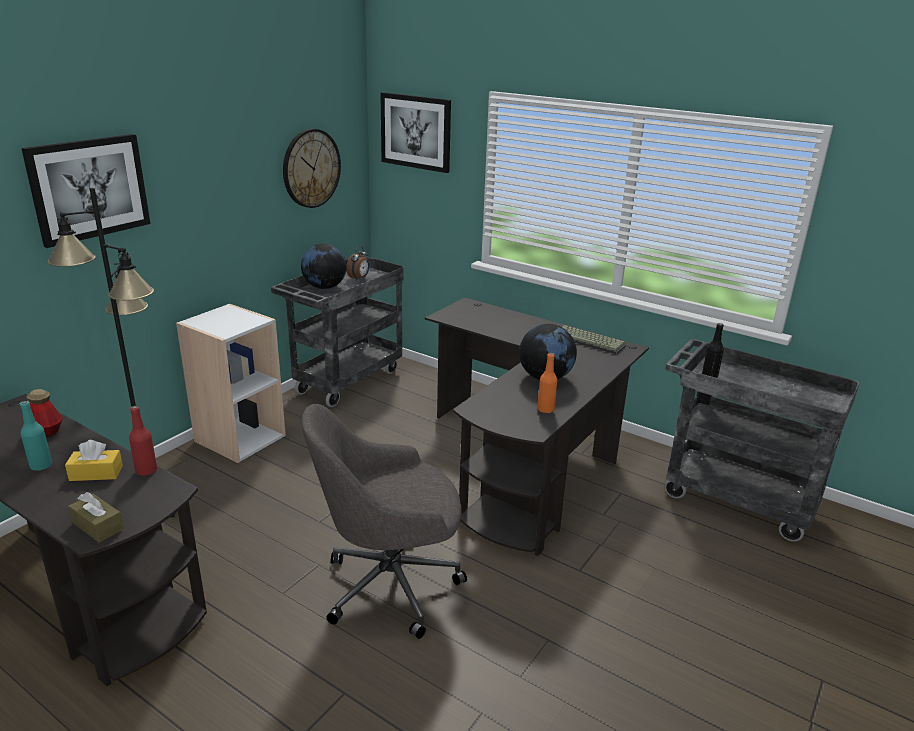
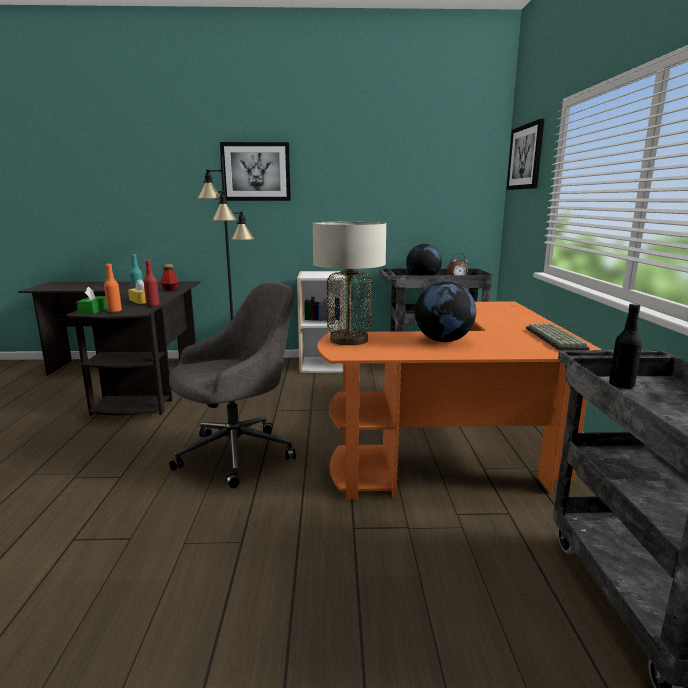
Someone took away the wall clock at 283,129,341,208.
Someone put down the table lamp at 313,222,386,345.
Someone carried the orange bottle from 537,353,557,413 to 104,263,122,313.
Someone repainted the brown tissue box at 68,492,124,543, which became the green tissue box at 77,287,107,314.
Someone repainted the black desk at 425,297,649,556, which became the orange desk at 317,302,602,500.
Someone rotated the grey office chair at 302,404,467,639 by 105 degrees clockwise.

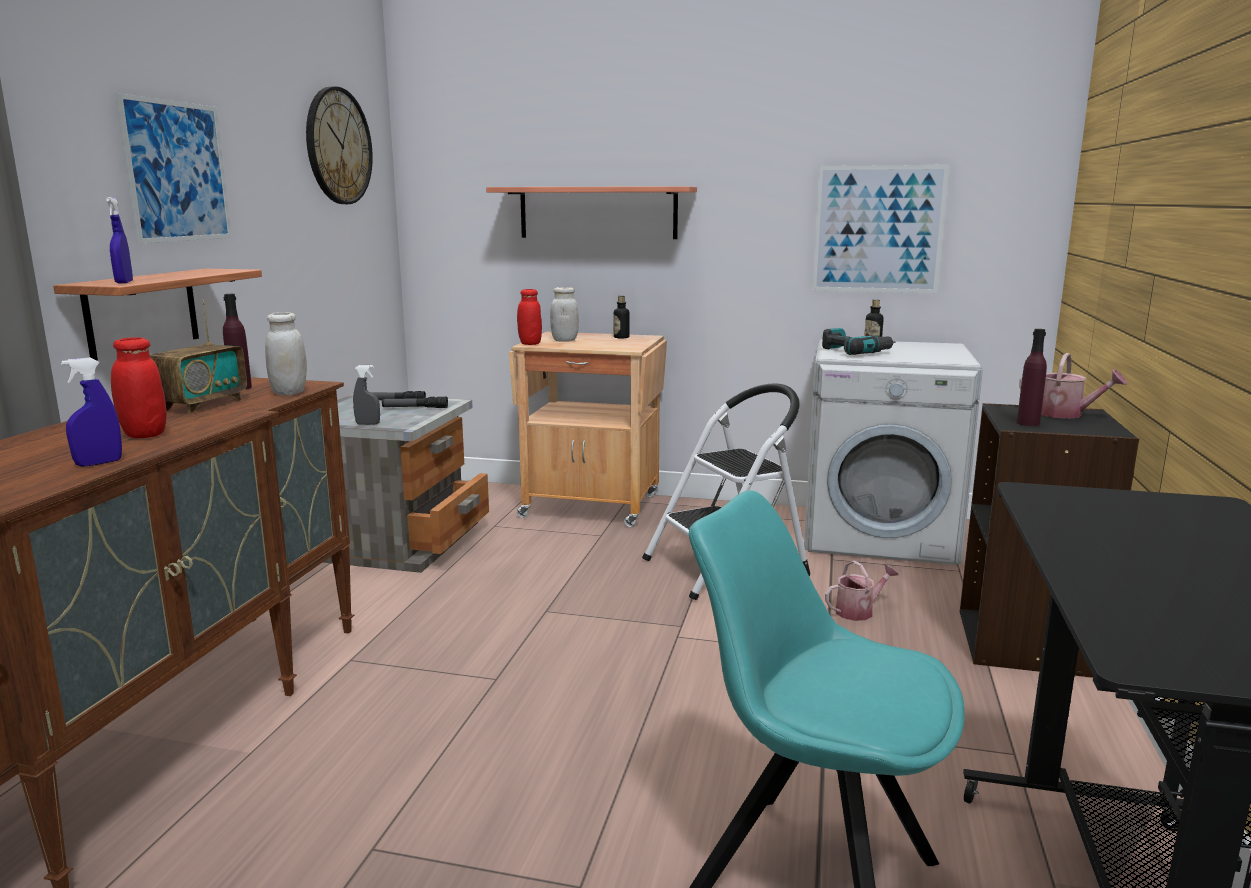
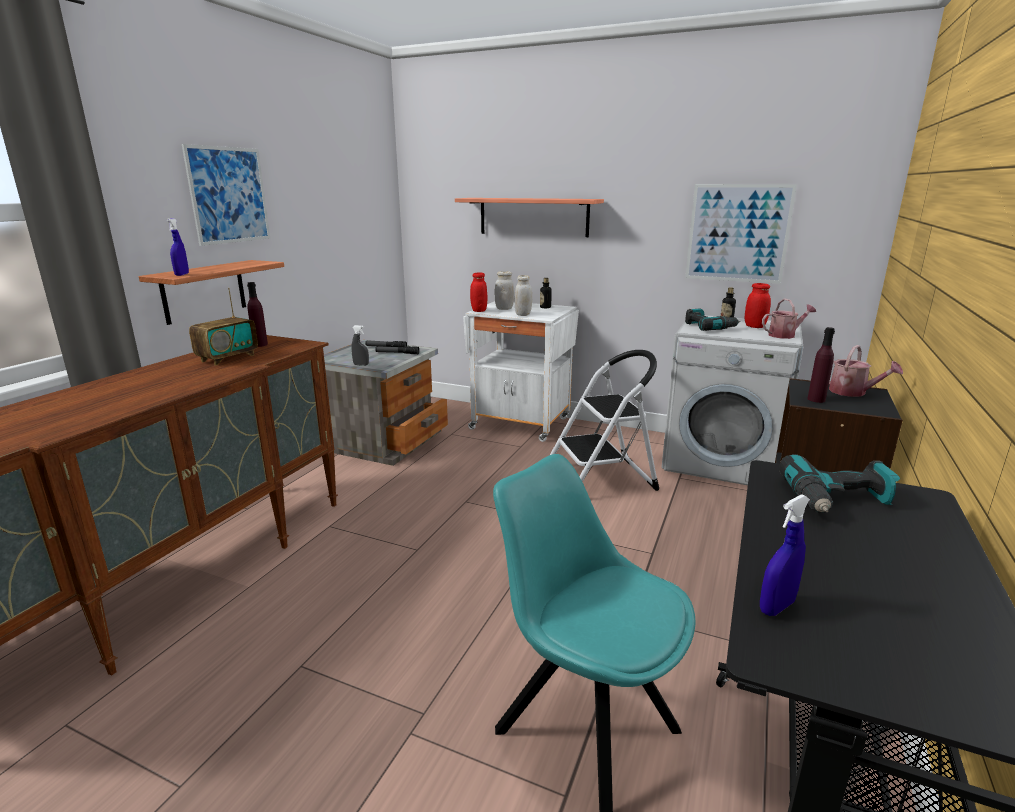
Someone took away the wall clock at 306,86,373,204.
Someone put down the power drill at 779,454,900,513.
Someone carried the blue spray bottle from 61,358,122,467 to 760,494,810,616.
Someone carried the red jar from 111,337,167,438 to 745,283,771,328.
Someone carried the white jar from 265,312,307,395 to 515,275,532,316.
Someone carried the watering can from 825,560,899,621 to 762,299,816,339.
Someone repainted the brown cart at 509,332,667,527, which became the white cart at 463,301,579,442.

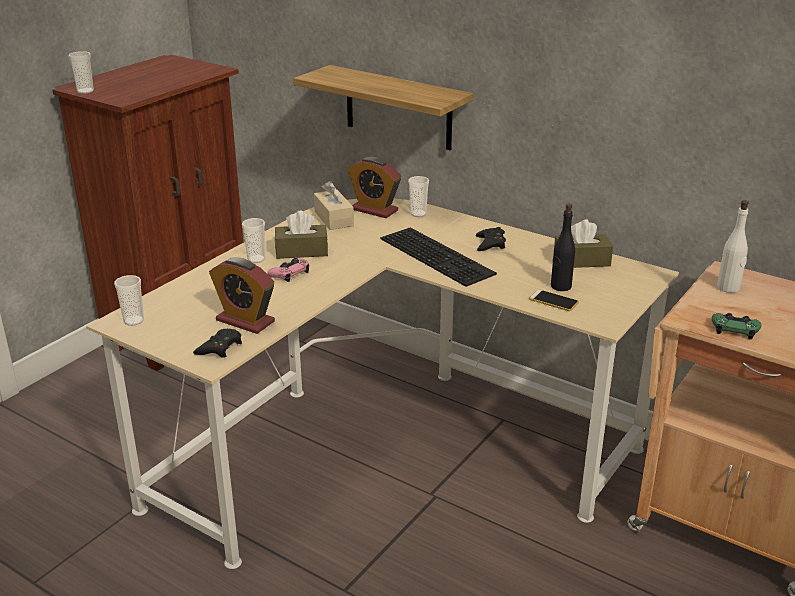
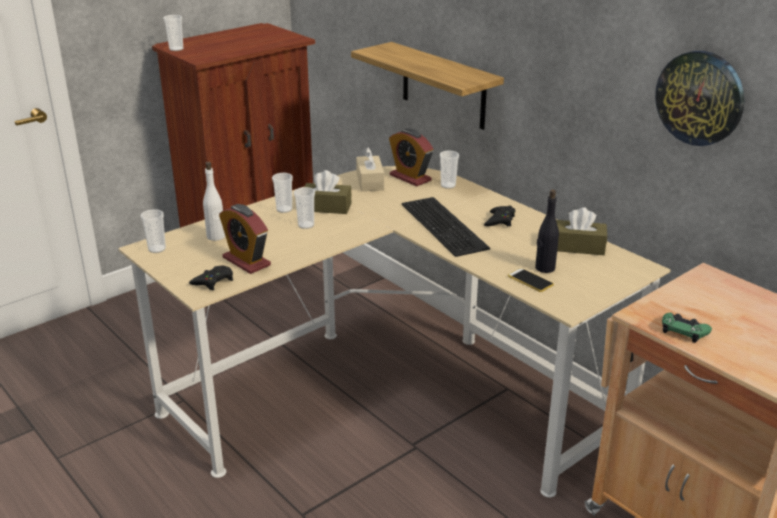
Someone put up the wall clock at 655,51,745,146.
Someone carried the white bottle from 717,200,749,293 to 203,162,225,241.
Someone swapped the pink game controller at 267,257,309,282 for the cup at 294,187,315,229.

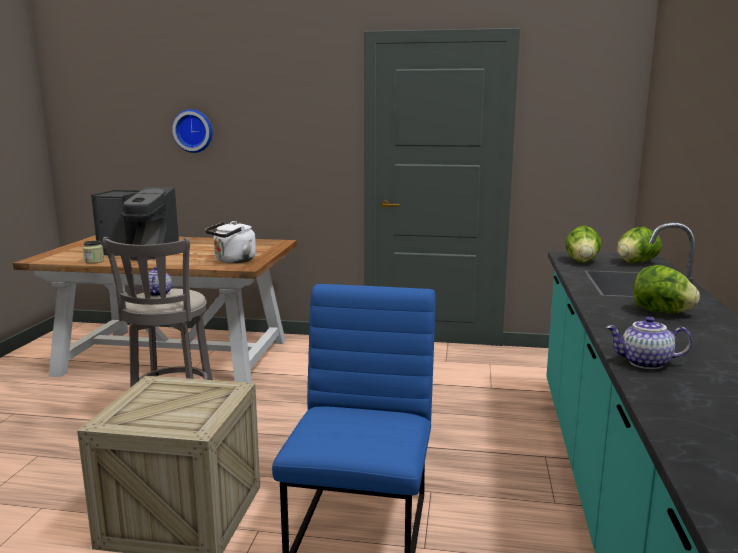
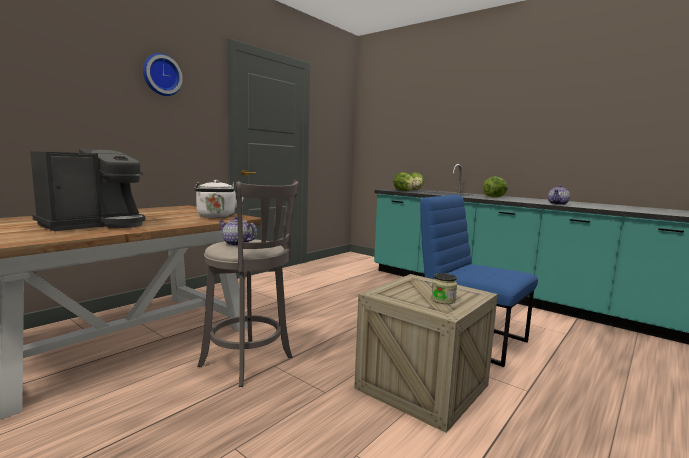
Someone carried the jar from 83,240,104,263 to 431,273,457,304.
Someone carried the wall clock from 172,109,213,153 to 143,53,183,96.

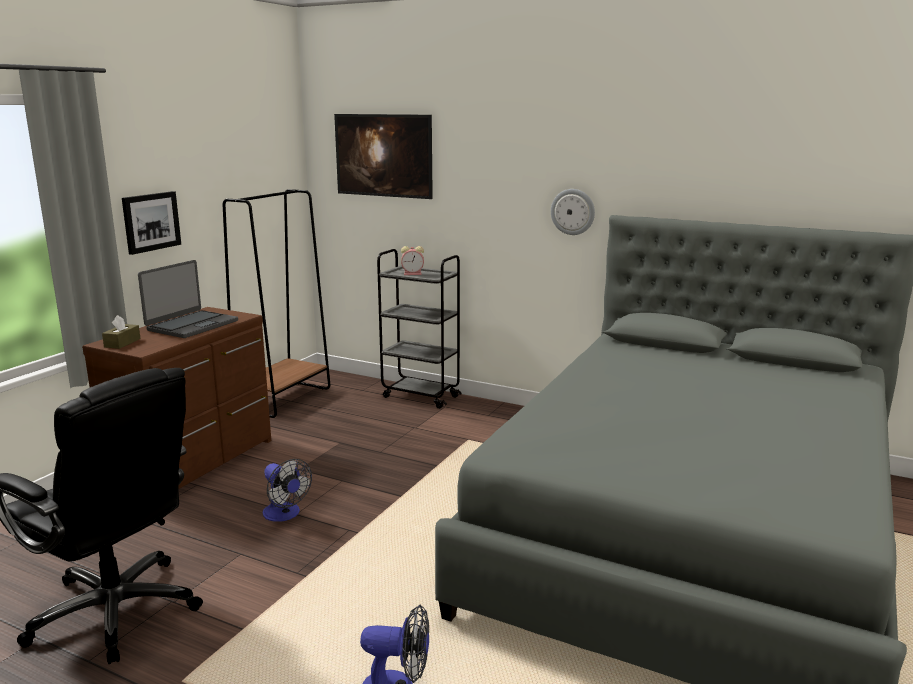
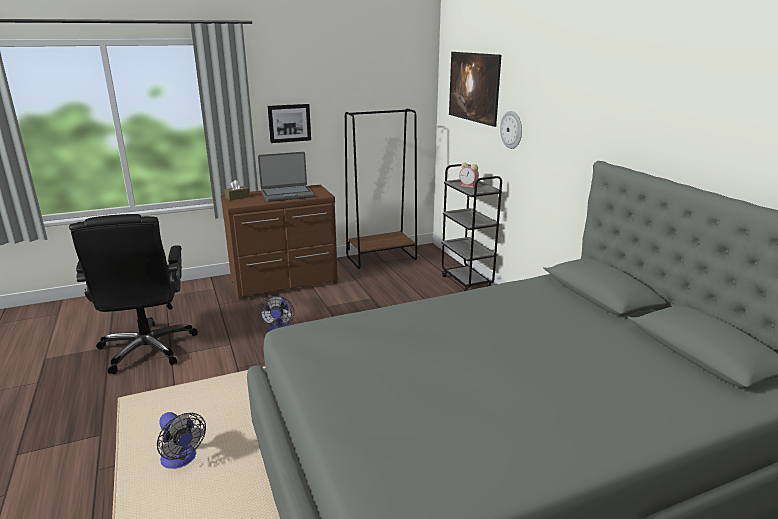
Someone carried the wall clock from 551,189,595,235 to 500,111,522,149.

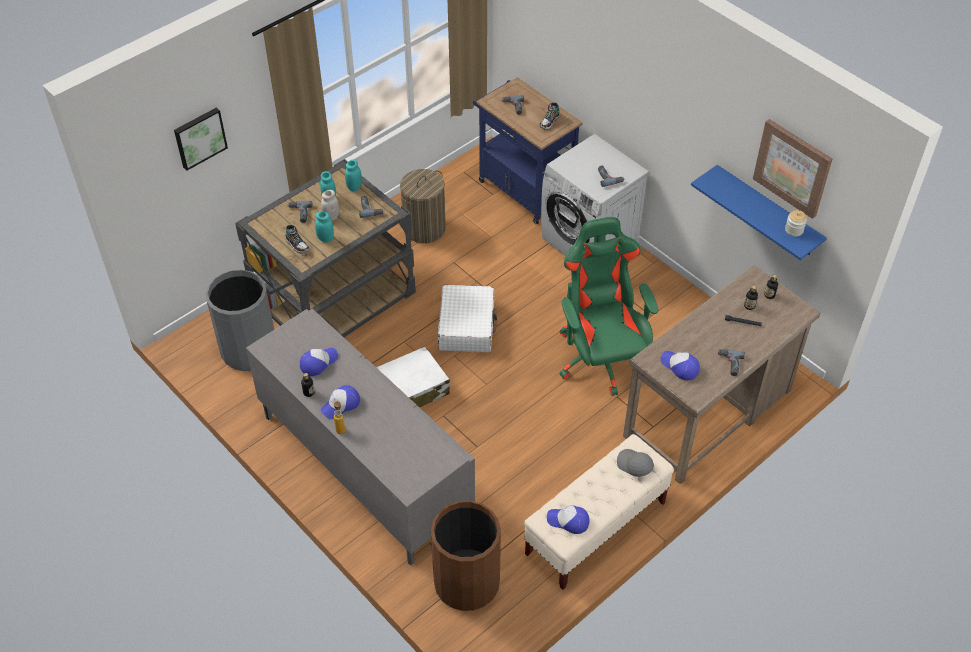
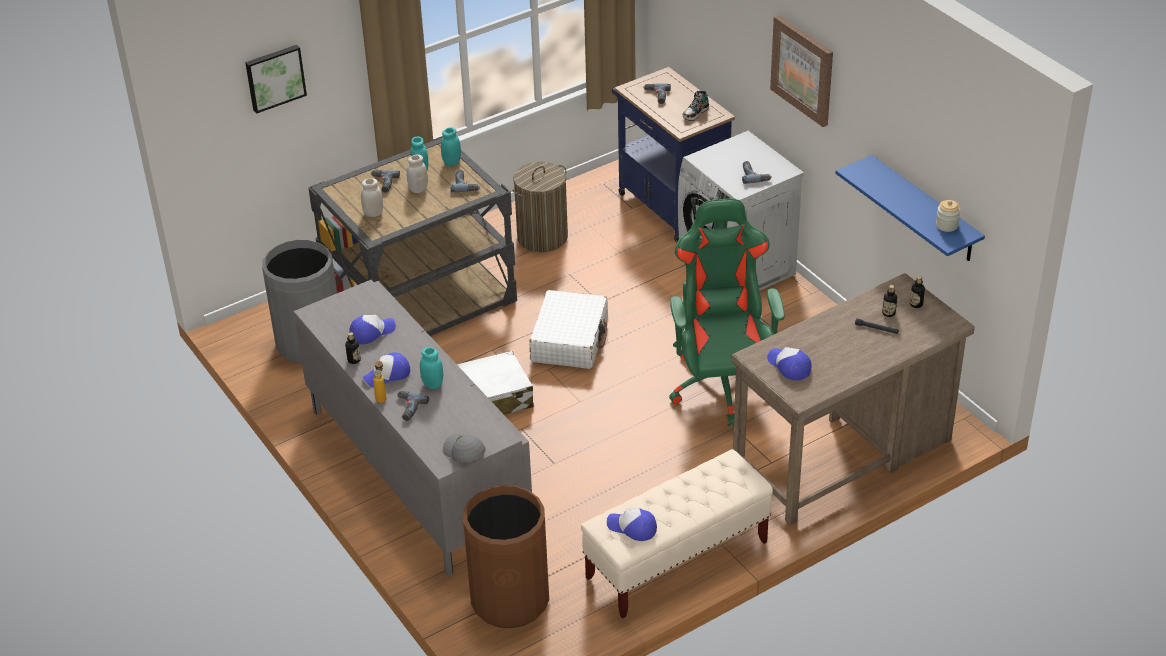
Someone carried the turquoise jar from 315,211,334,243 to 420,347,443,389.
Someone carried the grey cap from 617,449,654,477 to 443,434,486,462.
Someone carried the power drill from 717,349,745,376 to 397,391,429,421.
Someone carried the picture from 753,119,832,219 to 770,15,833,127.
Someone swapped the shoe at 285,225,309,253 for the white jar at 361,178,383,217.

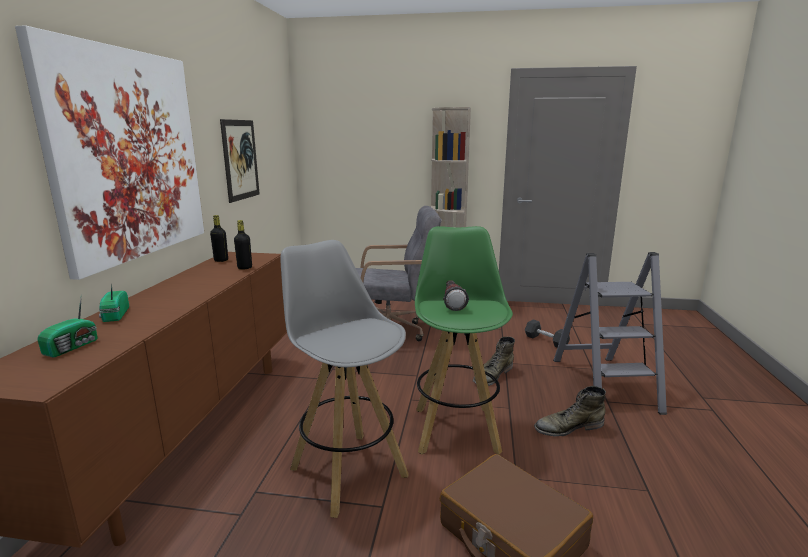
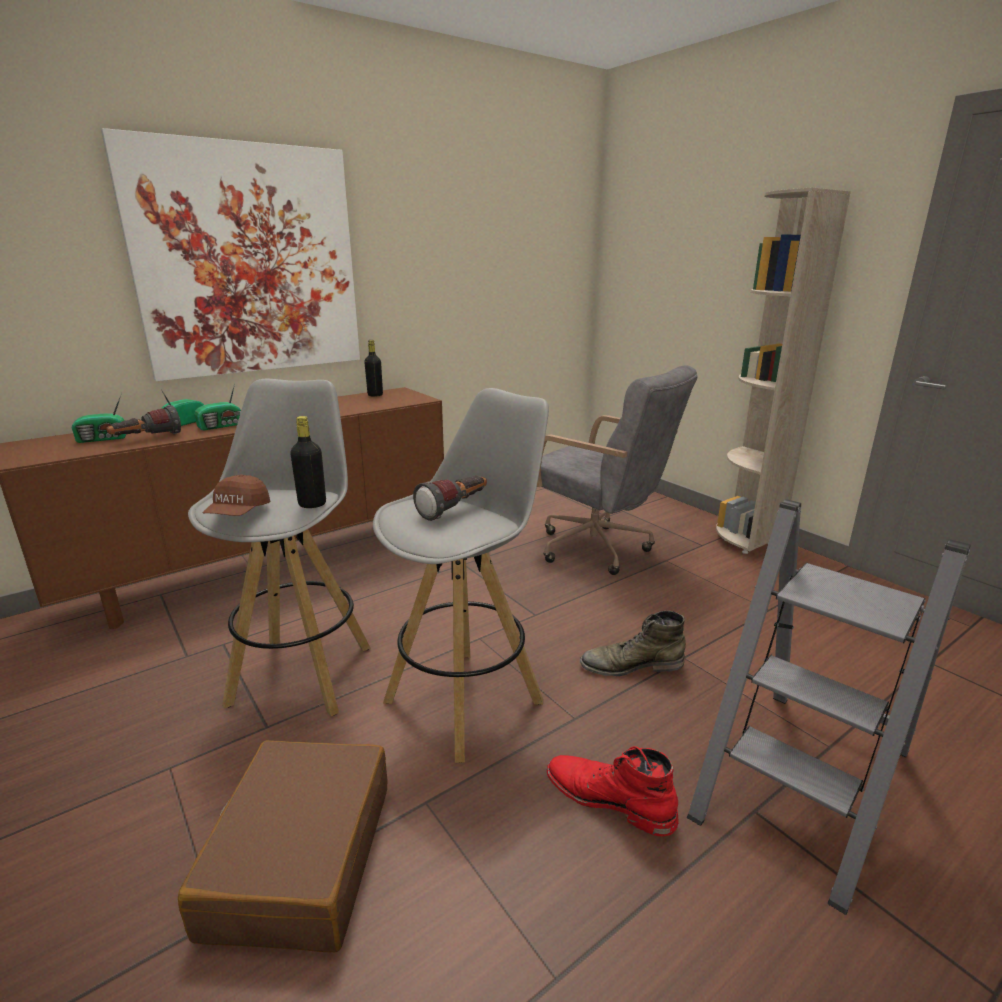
Someone took away the picture at 220,119,260,203.
Someone took away the black dumbbell at 525,319,570,347.
Someone put down the flashlight at 106,405,181,435.
Someone put down the radio at 194,383,241,431.
Someone put down the brown cap at 202,475,270,516.
Someone carried the black bottle from 234,220,252,270 to 290,416,326,508.
Someone repainted the green stool at 415,226,513,454, which became the grey stool at 373,388,549,763.
Someone repainted the green boot at 534,386,606,436, which became the red boot at 547,746,679,836.

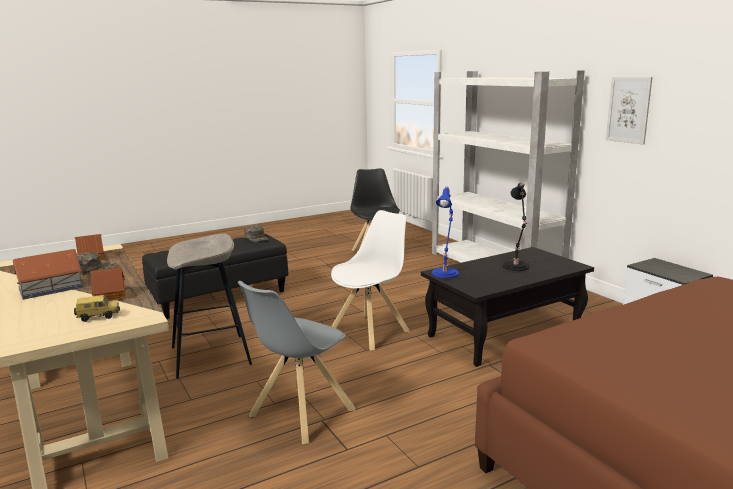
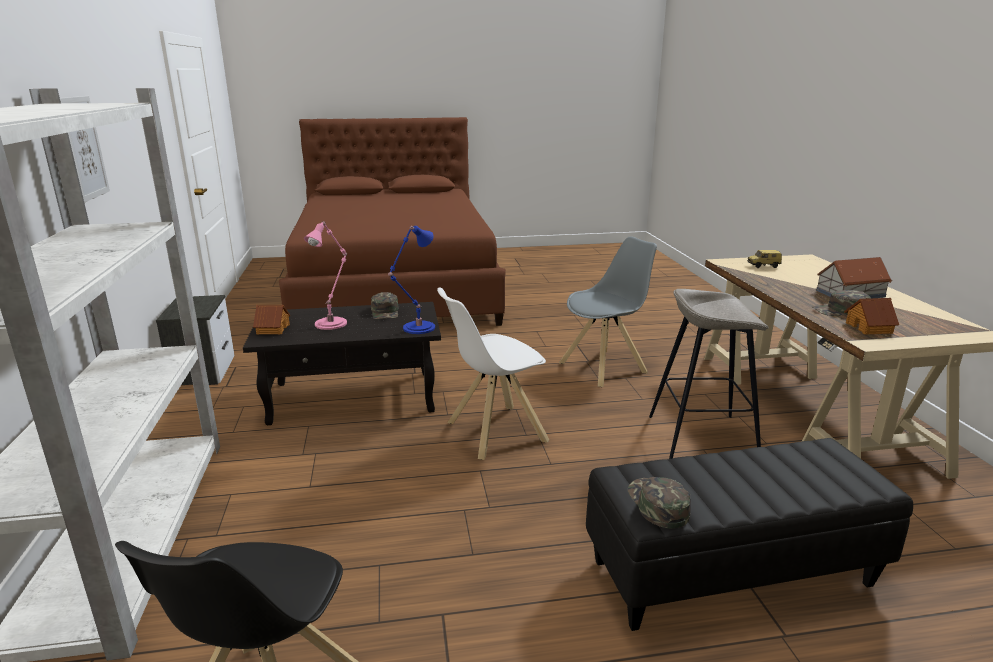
Someone put down the green cap at 371,292,399,319.
Someone carried the toy house from 90,267,125,301 to 253,305,290,335.
Someone repainted the black table lamp at 503,183,530,271, which became the pink table lamp at 304,221,347,330.

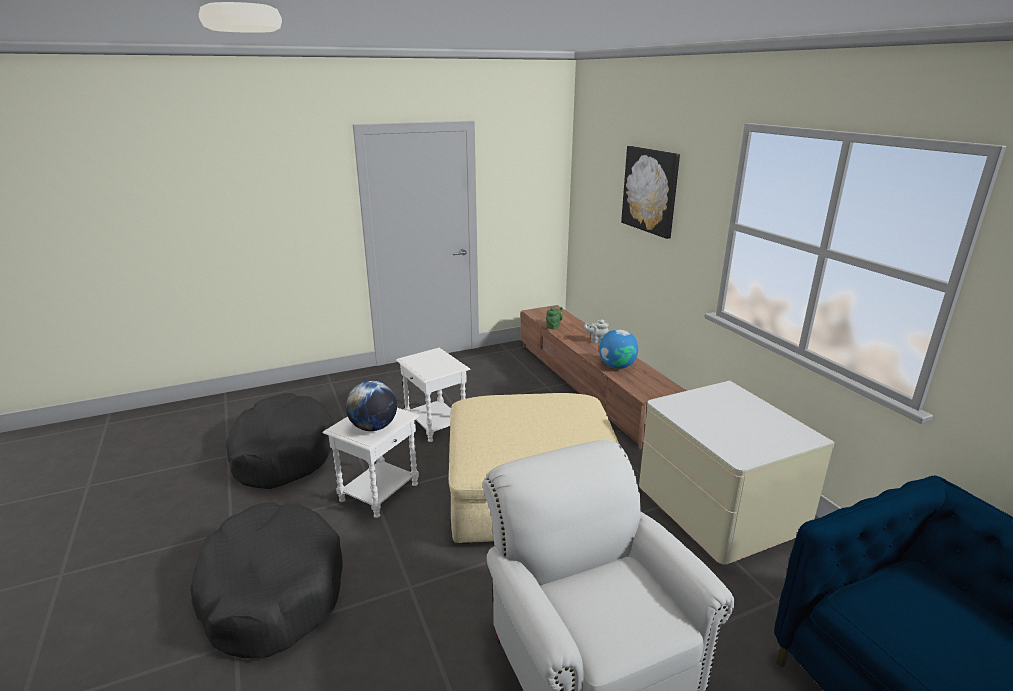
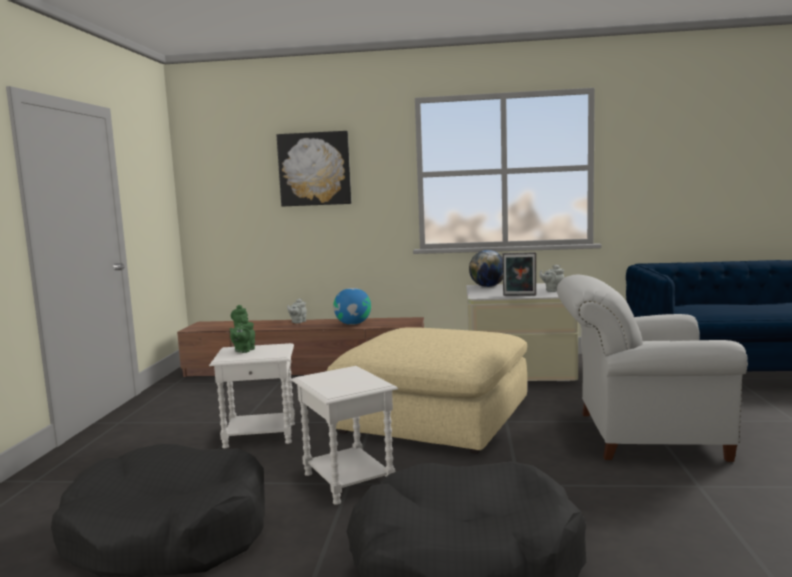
Someone put down the green teapot at 230,317,255,353.
Someone put down the picture frame at 503,252,536,296.
Someone put down the grey teapot at 539,265,564,292.
Someone carried the globe from 346,381,397,431 to 469,250,503,287.

